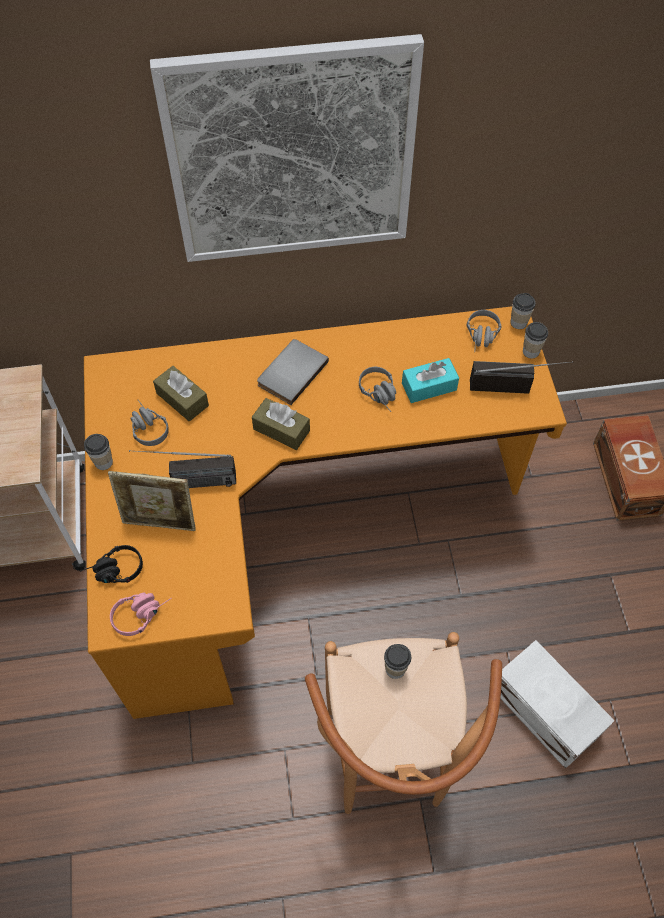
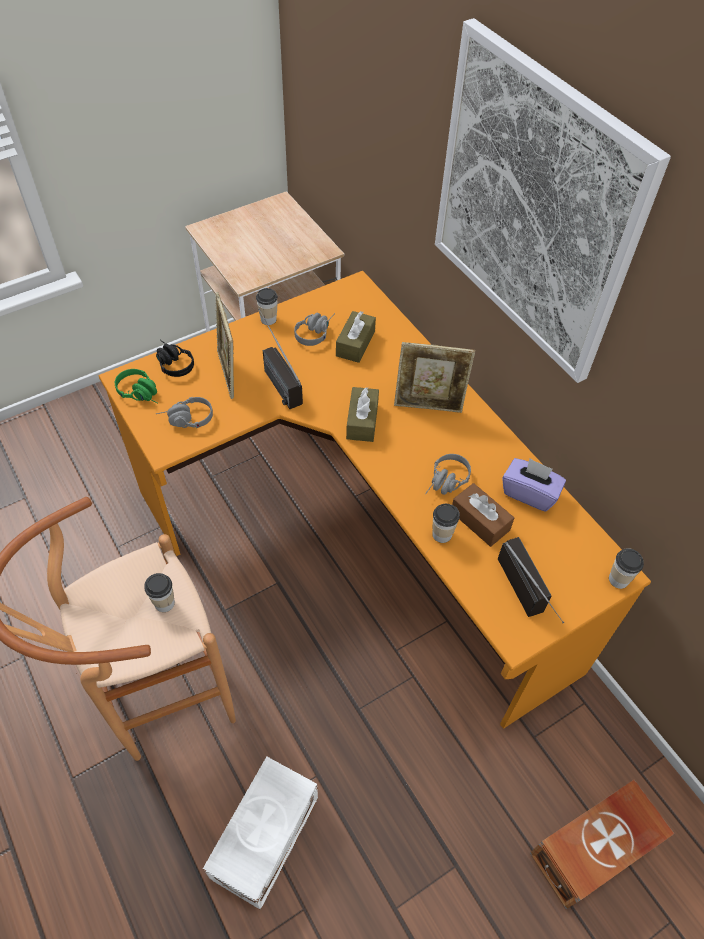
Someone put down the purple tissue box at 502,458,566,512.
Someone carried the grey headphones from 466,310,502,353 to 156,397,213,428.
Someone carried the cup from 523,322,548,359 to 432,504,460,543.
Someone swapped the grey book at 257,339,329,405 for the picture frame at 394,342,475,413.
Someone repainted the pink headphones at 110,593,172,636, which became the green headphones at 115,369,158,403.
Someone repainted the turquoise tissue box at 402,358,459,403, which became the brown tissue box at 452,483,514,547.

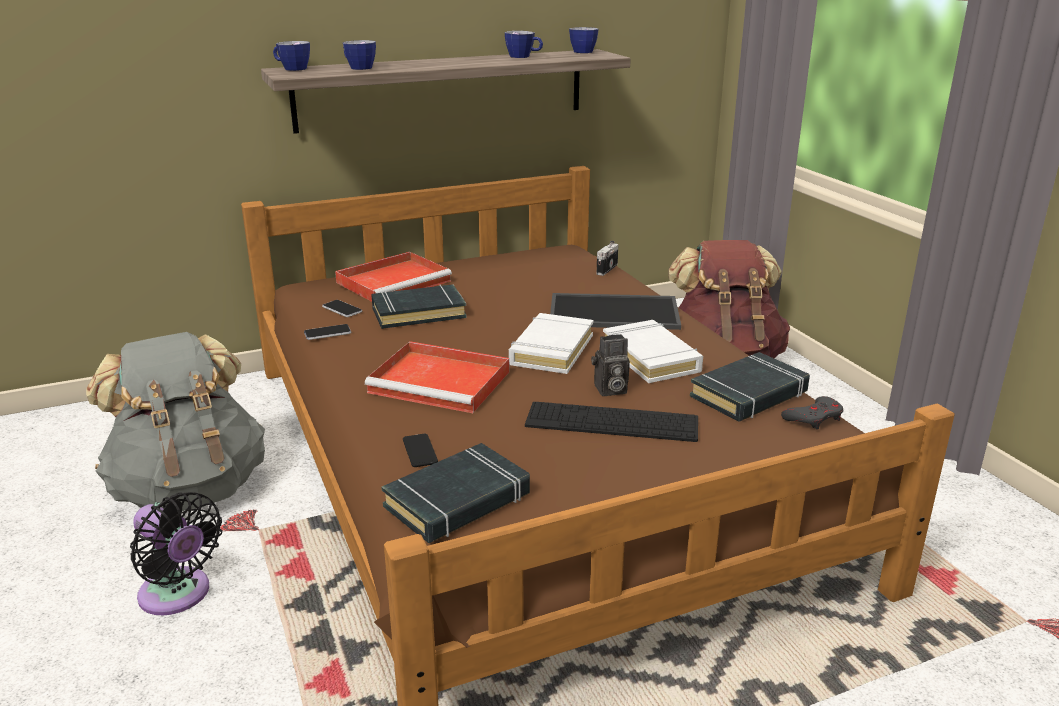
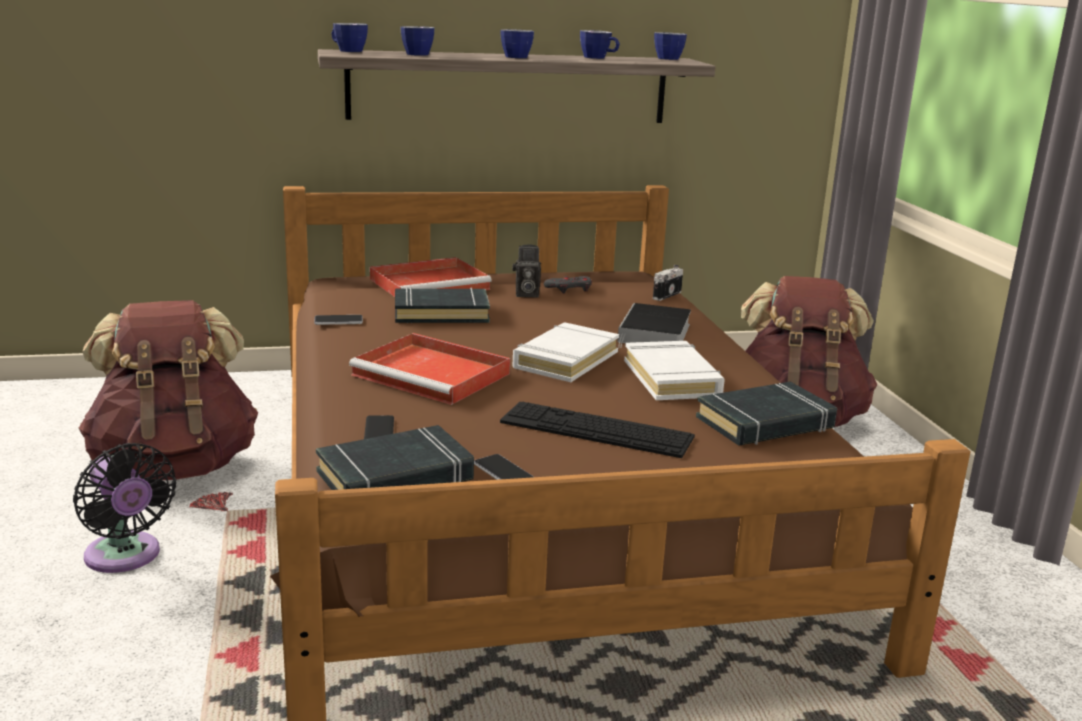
Someone put down the cup at 500,29,534,58.
Someone carried the phone from 322,300,362,317 to 474,454,534,480.
Someone carried the photo camera from 591,334,630,396 to 512,245,541,297.
Someone carried the grey game controller from 781,396,843,430 to 544,276,592,293.
Someone swapped the tray at 550,293,681,330 for the book at 618,303,691,348.
Someone repainted the grey backpack at 86,332,265,511, which became the brown backpack at 79,300,258,480.

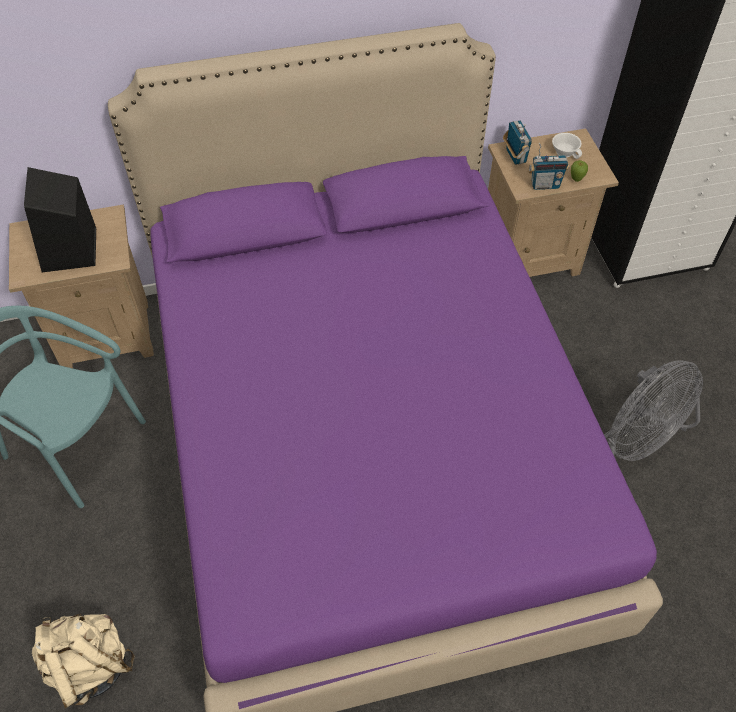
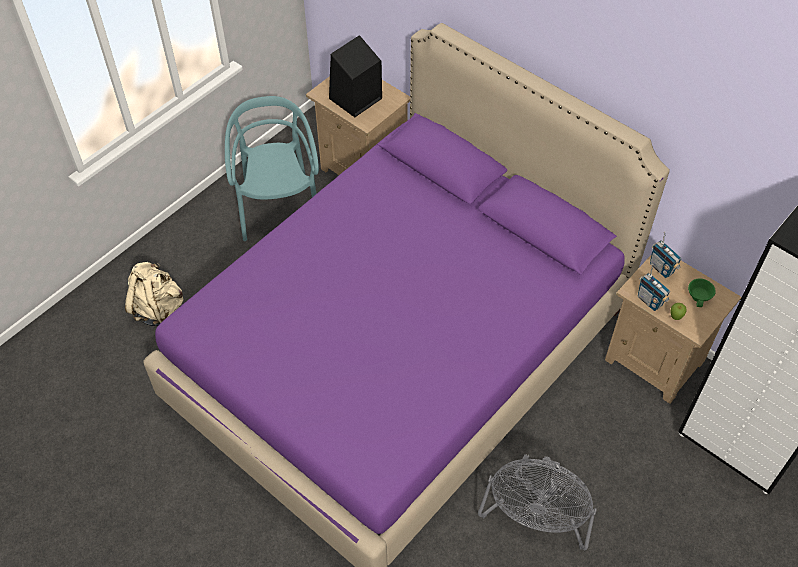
Someone repainted the white cup at 552,133,582,159, which became the green cup at 688,279,716,307.
Someone rotated the radio at 503,121,532,165 by 105 degrees clockwise.

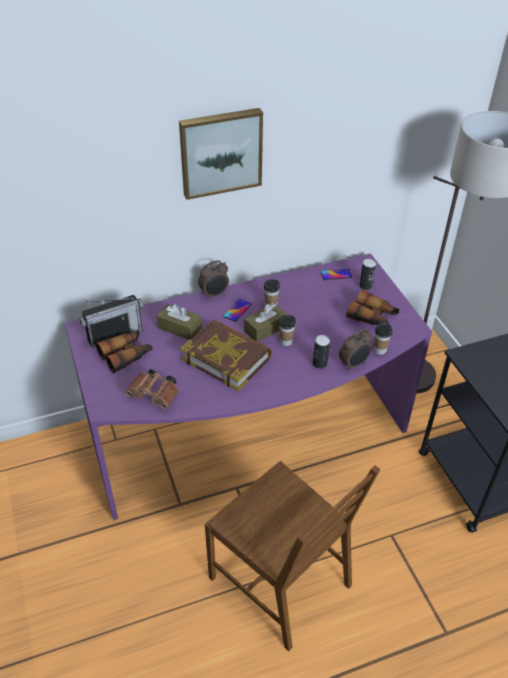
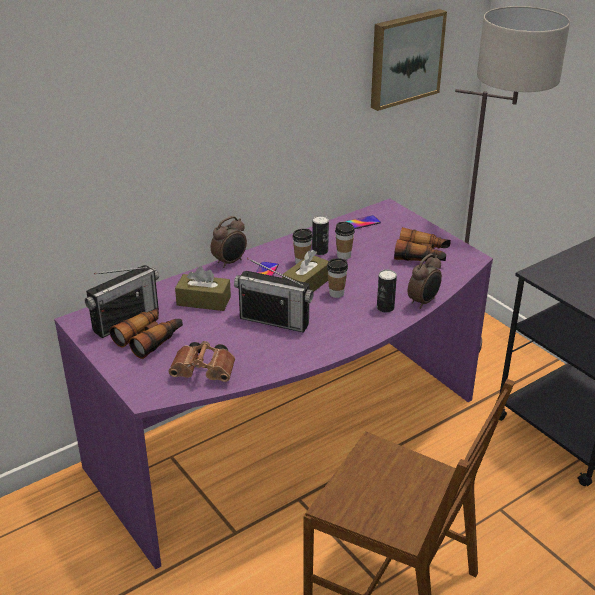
Someone carried the picture from 179,108,263,200 to 371,9,447,111.
Someone carried the can from 359,259,376,290 to 312,215,329,255.
Someone carried the cup from 374,322,393,355 to 335,222,355,260.
Someone swapped the book at 180,320,272,391 for the radio at 234,258,314,333.

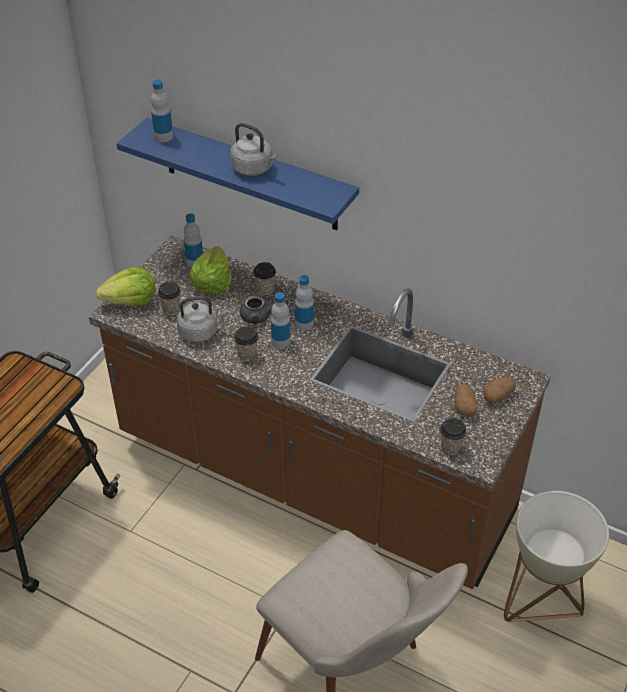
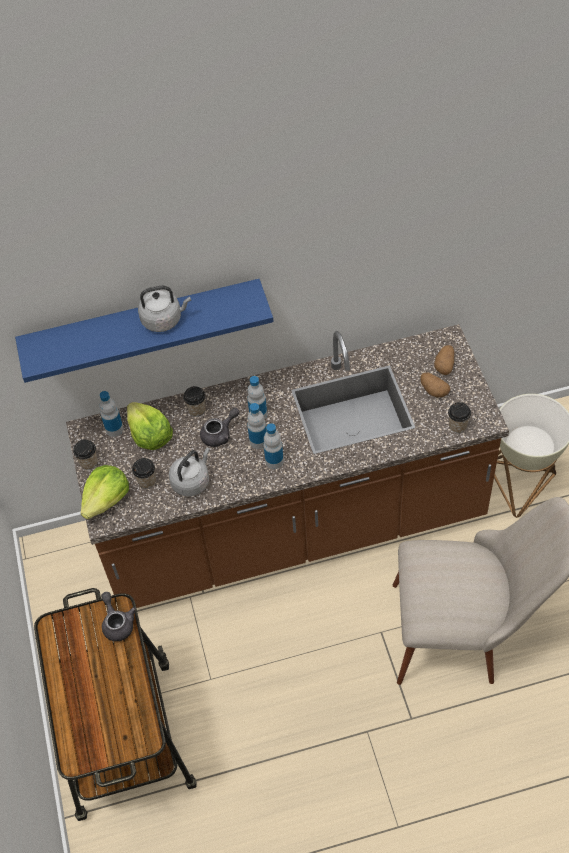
Someone put down the grey teapot at 101,592,136,641.
Someone carried the bottle from 151,79,173,142 to 264,423,284,469.
Someone carried the cup from 234,327,258,361 to 73,439,98,470.

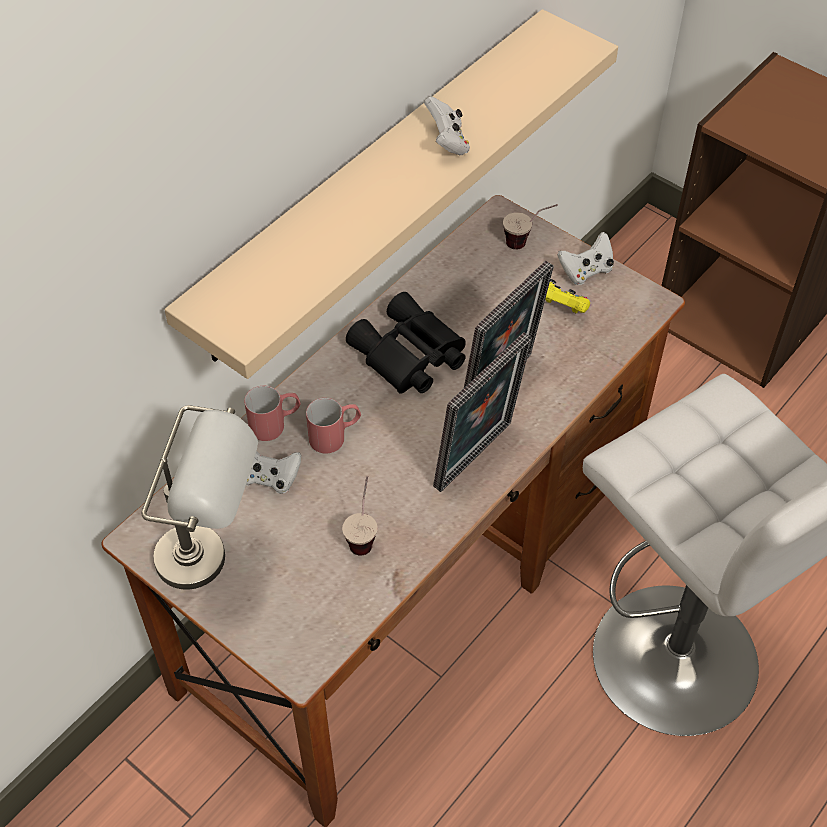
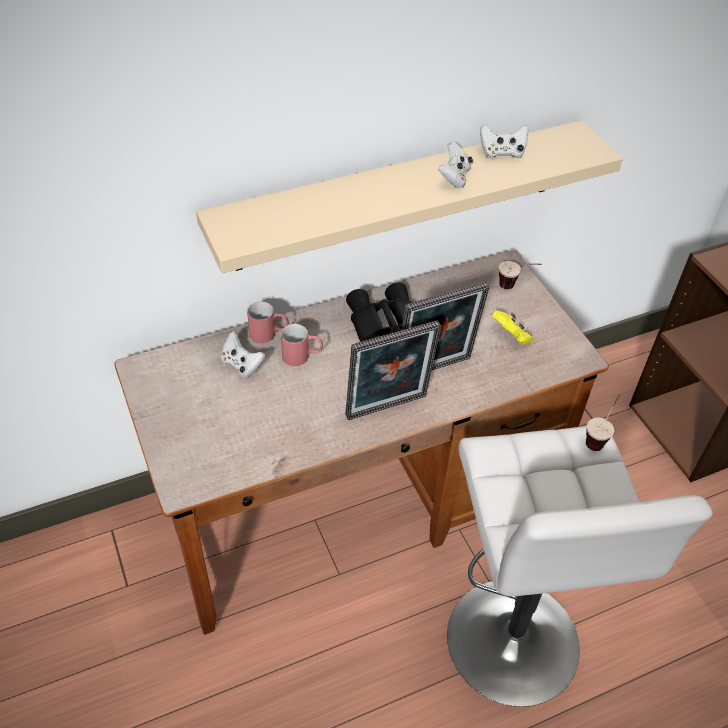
Someone took away the grey table lamp at 141,405,258,590.
Someone carried the cup from 342,476,377,555 to 586,394,621,451.
Someone carried the white game controller from 557,232,614,285 to 480,124,528,158.

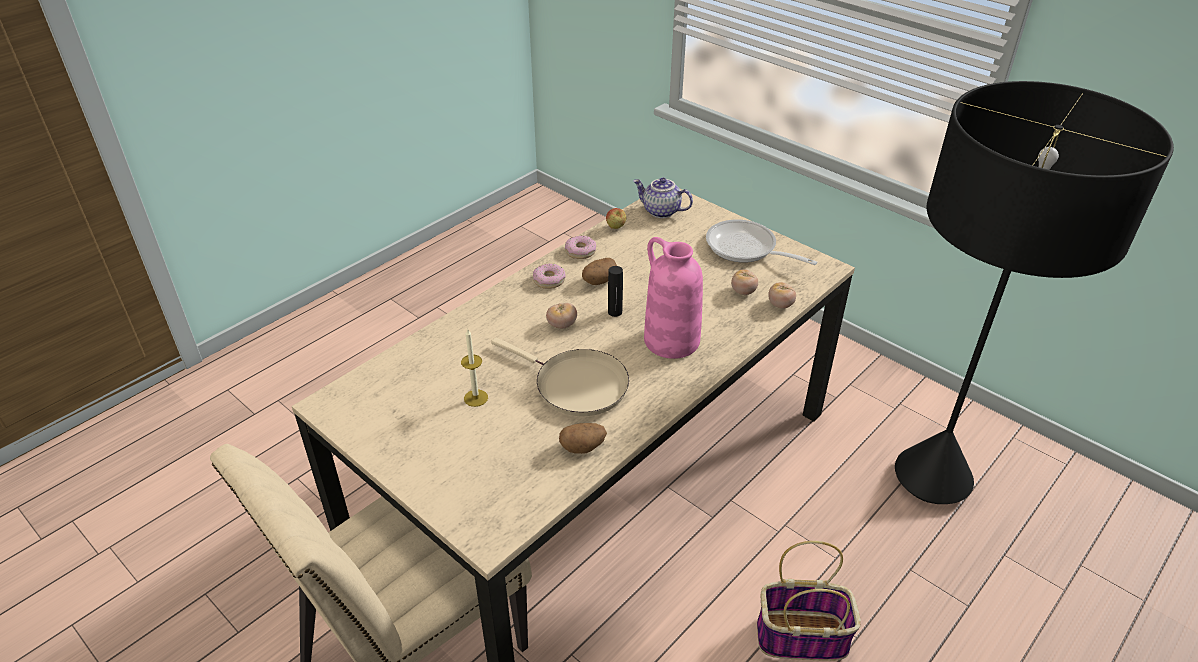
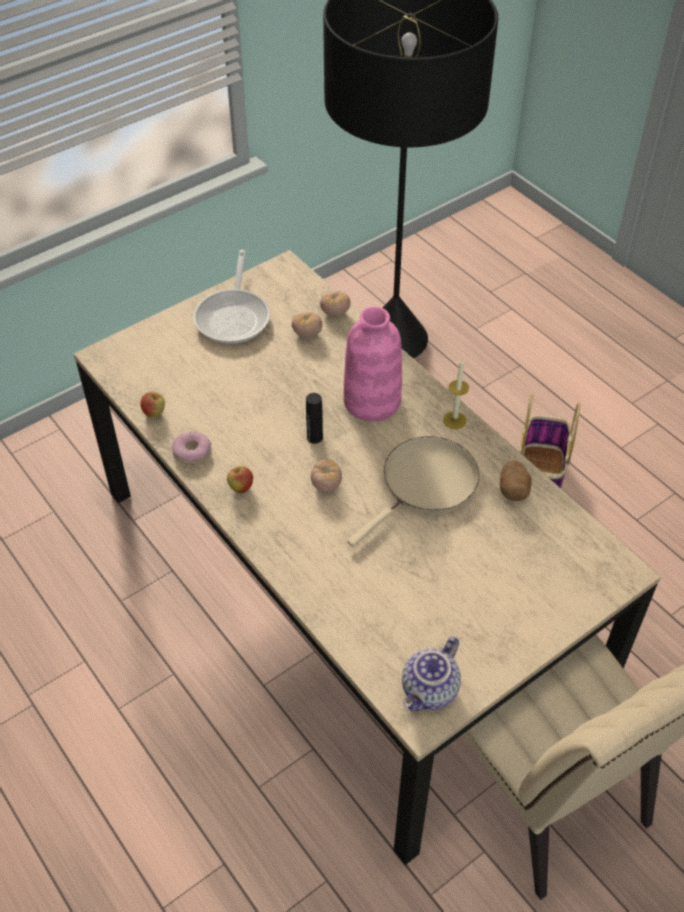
Someone took away the potato at 582,258,617,285.
Someone carried the candle from 461,328,488,407 to 443,359,469,429.
Someone carried the teapot from 633,178,693,218 to 402,637,461,711.
Someone swapped the donut at 533,263,566,289 for the apple at 227,465,253,493.
Someone rotated the frying pan at 706,219,817,265 by 45 degrees counterclockwise.

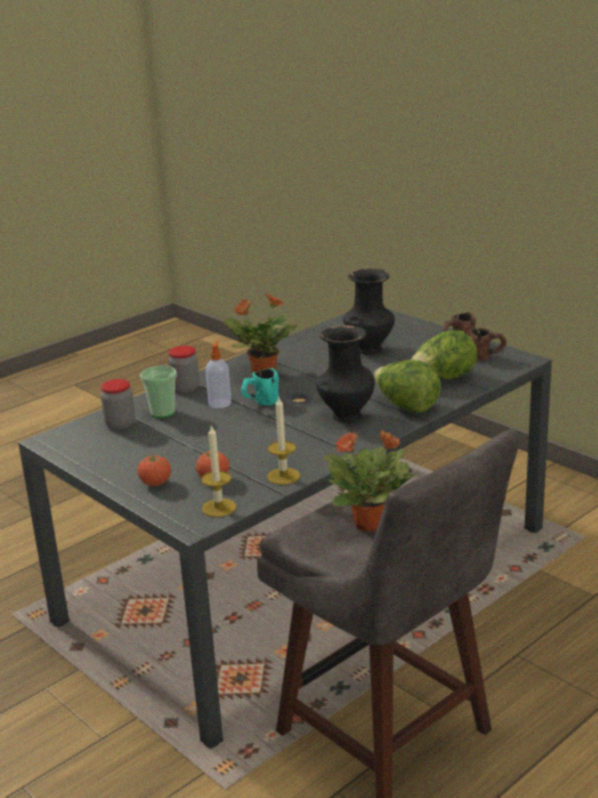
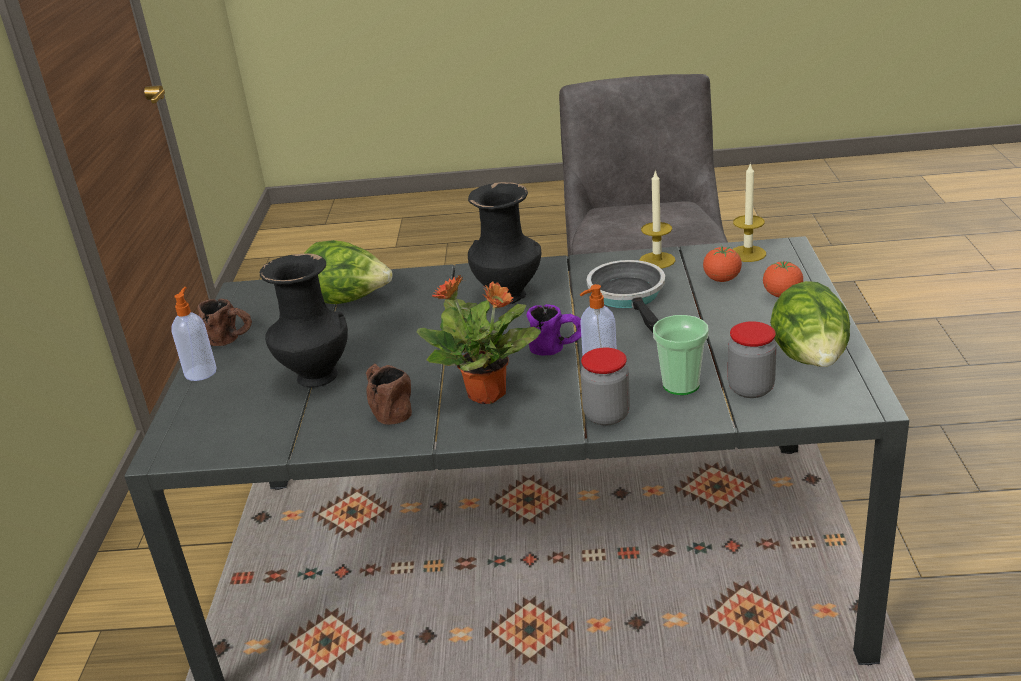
Someone took away the potted plant at 323,430,414,532.
Someone put down the soap dispenser at 171,287,217,381.
Someone put down the frying pan at 587,260,665,333.
Someone carried the lettuce from 374,360,441,413 to 770,281,850,367.
Someone carried the brown mug from 469,328,507,361 to 366,363,412,425.
Someone repainted the turquoise mug at 241,368,279,405, which became the purple mug at 527,304,581,356.

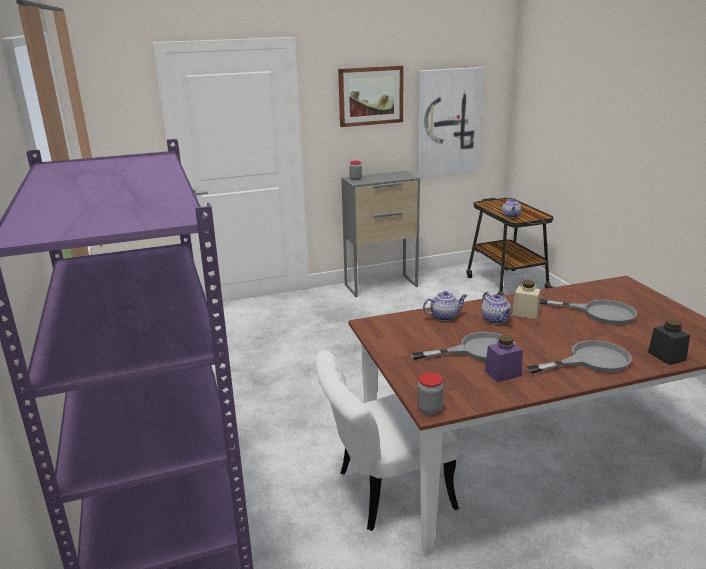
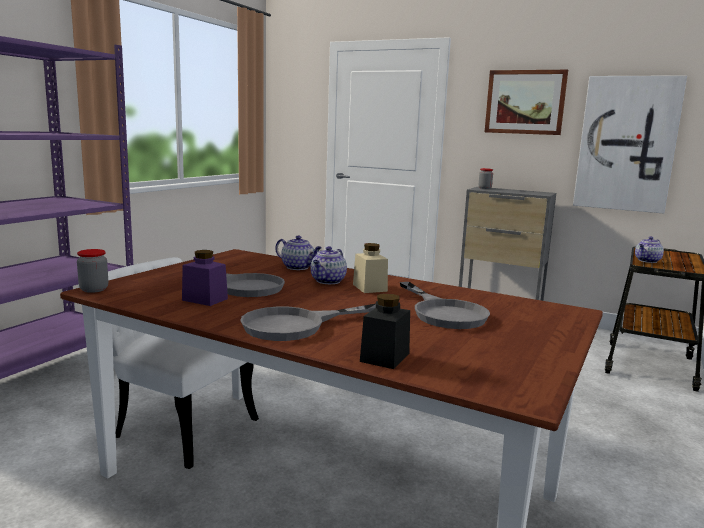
Someone rotated the grey frying pan at 526,340,632,374 by 120 degrees clockwise.

